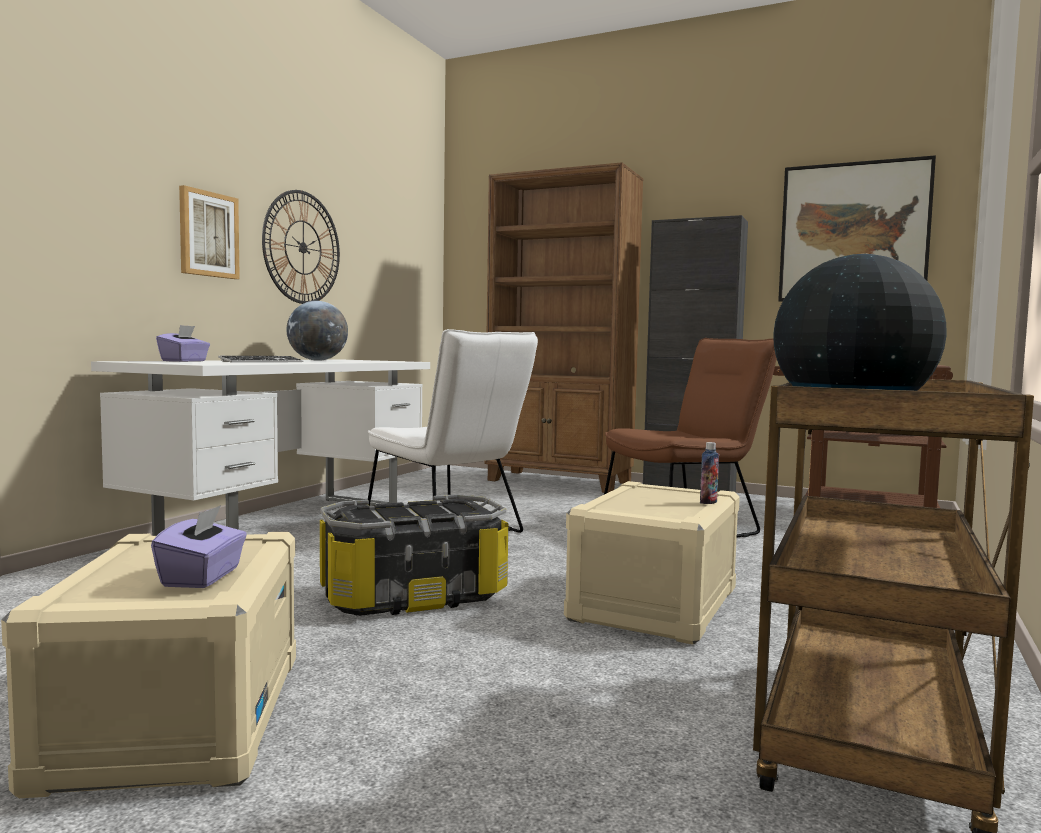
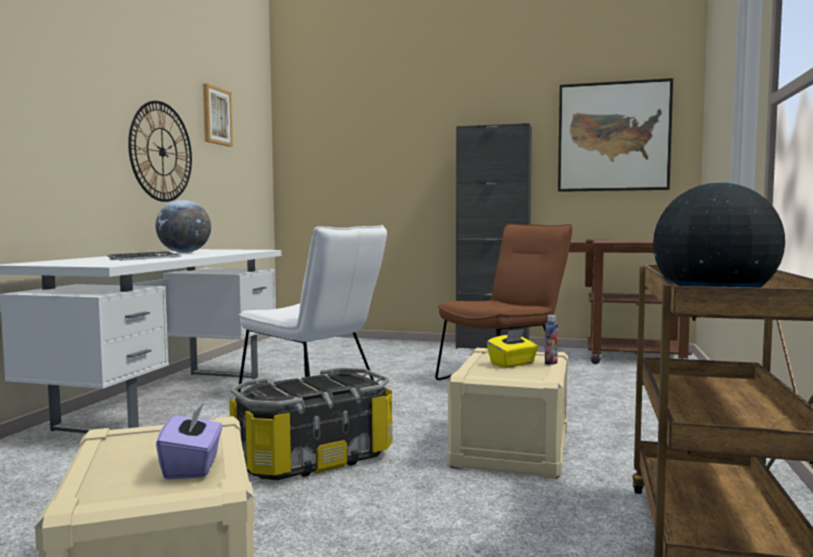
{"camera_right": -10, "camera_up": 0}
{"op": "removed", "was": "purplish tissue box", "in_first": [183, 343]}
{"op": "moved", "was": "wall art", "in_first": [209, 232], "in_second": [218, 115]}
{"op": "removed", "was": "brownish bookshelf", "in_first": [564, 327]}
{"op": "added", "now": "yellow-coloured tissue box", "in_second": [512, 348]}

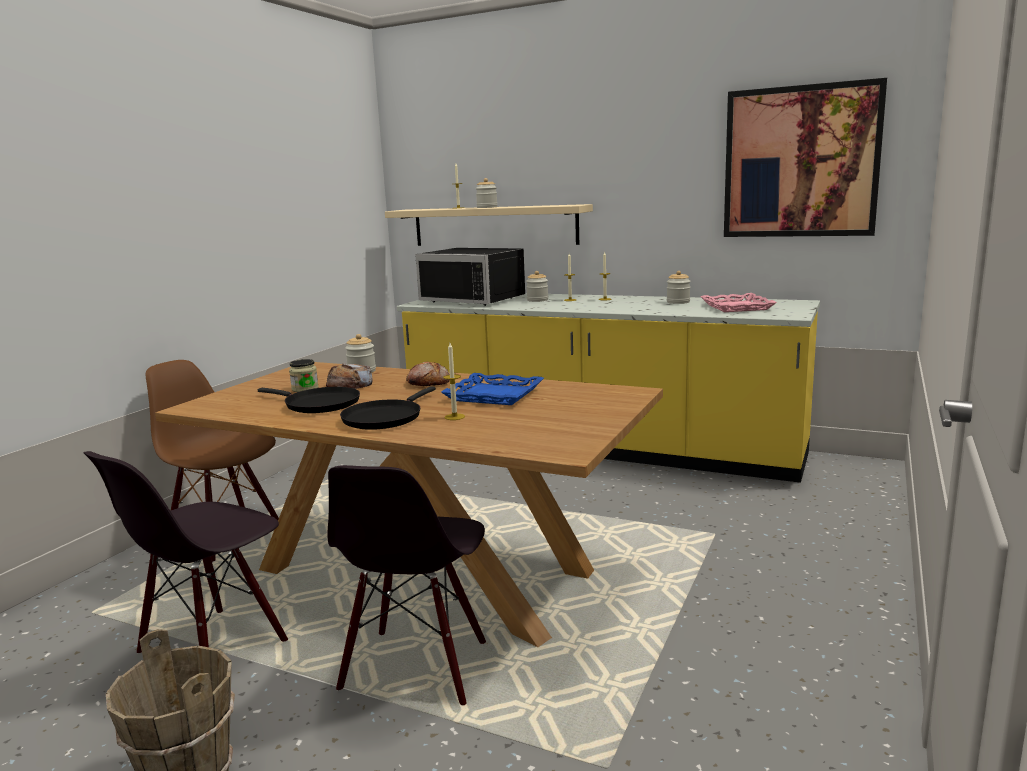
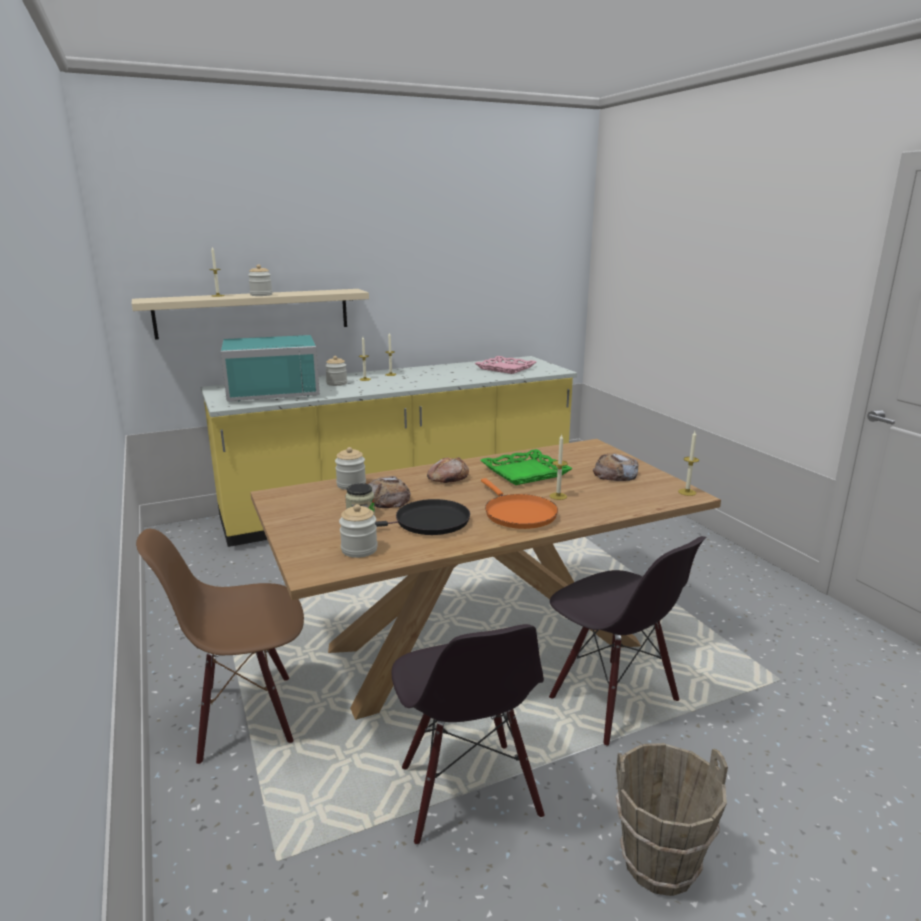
{"camera_right": -50, "camera_up": 5}
{"op": "recoloured", "was": "blackish frying pan", "now": "orange-coloured frying pan", "in_first": [388, 408], "in_second": [519, 503]}
{"op": "recoloured", "was": "blackish kitchen microwave", "now": "turquoise-coloured kitchen microwave", "in_first": [470, 277], "in_second": [270, 368]}
{"op": "recoloured", "was": "blue carrying tray", "now": "greenish carrying tray", "in_first": [492, 389], "in_second": [527, 467]}
{"op": "moved", "was": "storage jar", "in_first": [679, 287], "in_second": [358, 531]}
{"op": "removed", "was": "wall art", "in_first": [805, 157]}
{"op": "added", "now": "baked bread", "in_second": [616, 467]}
{"op": "added", "now": "wax light", "in_second": [688, 463]}

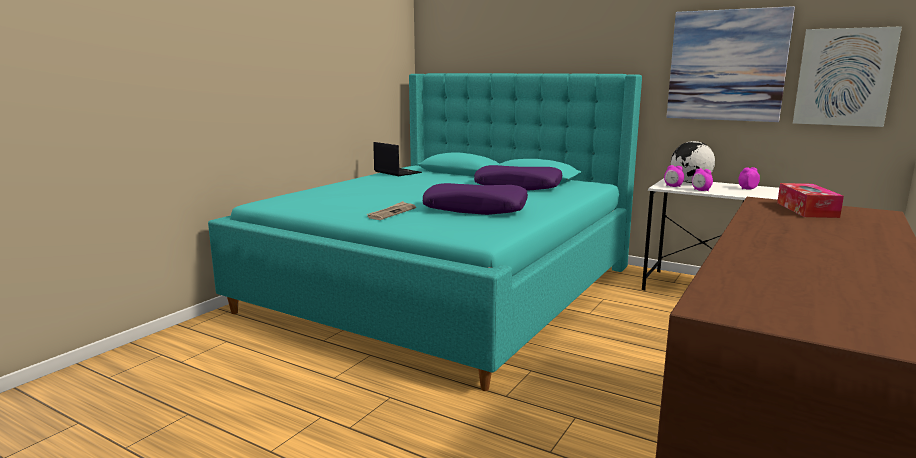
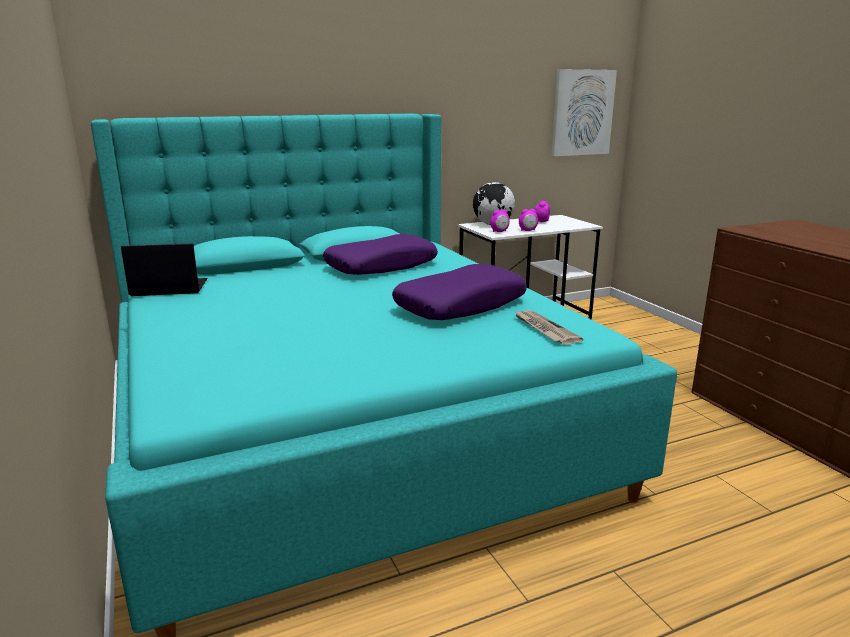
{"camera_right": -55, "camera_up": 5}
{"op": "moved", "was": "daily paper", "in_first": [391, 210], "in_second": [549, 328]}
{"op": "removed", "was": "wall art", "in_first": [731, 64]}
{"op": "removed", "was": "tissue box", "in_first": [810, 200]}

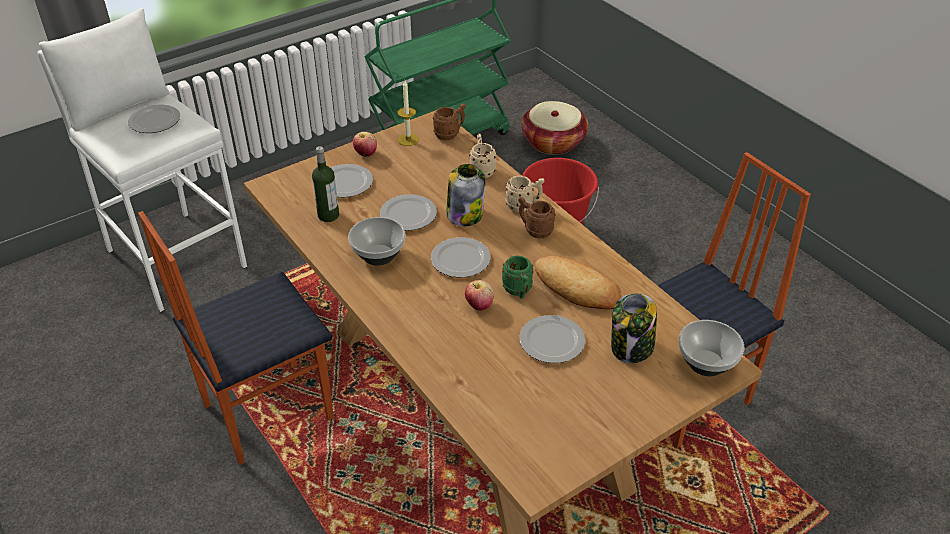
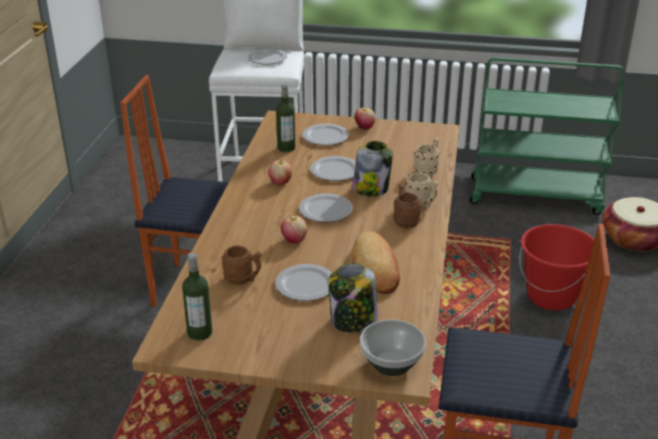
{"camera_right": 45, "camera_up": -10}
{"op": "replaced", "was": "bowl", "now": "apple fruit", "in_first": [376, 241], "in_second": [280, 172]}
{"op": "removed", "was": "wax light", "in_first": [408, 113]}
{"op": "moved", "was": "brownish mug", "in_first": [449, 121], "in_second": [242, 265]}
{"op": "removed", "was": "greenish mug", "in_first": [517, 277]}
{"op": "added", "now": "beverage bottle", "in_second": [197, 296]}

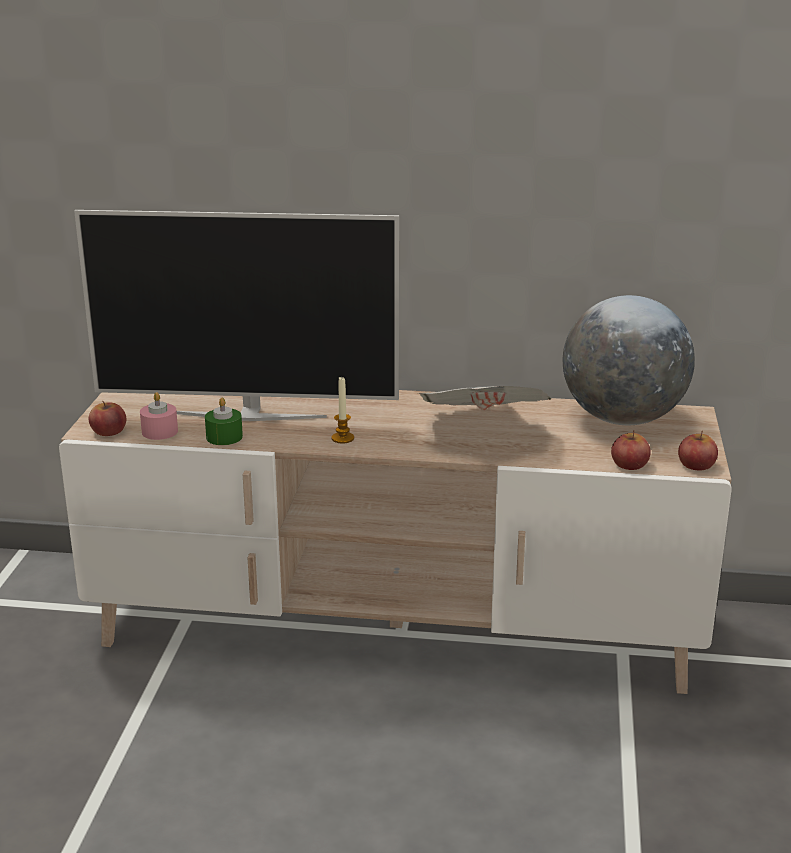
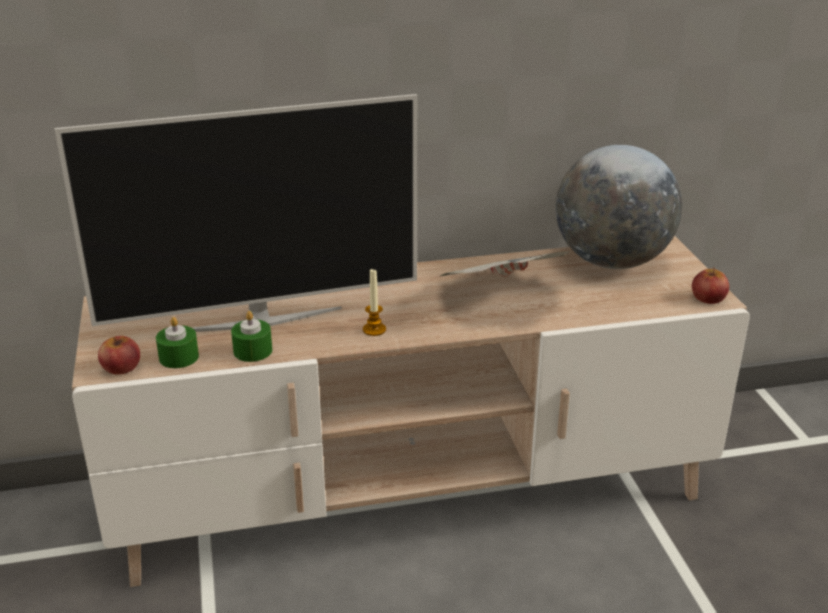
{"camera_right": -20, "camera_up": 5}
{"op": "recoloured", "was": "pink wax light", "now": "greenish wax light", "in_first": [159, 416], "in_second": [177, 342]}
{"op": "removed", "was": "apple fruit", "in_first": [631, 450]}

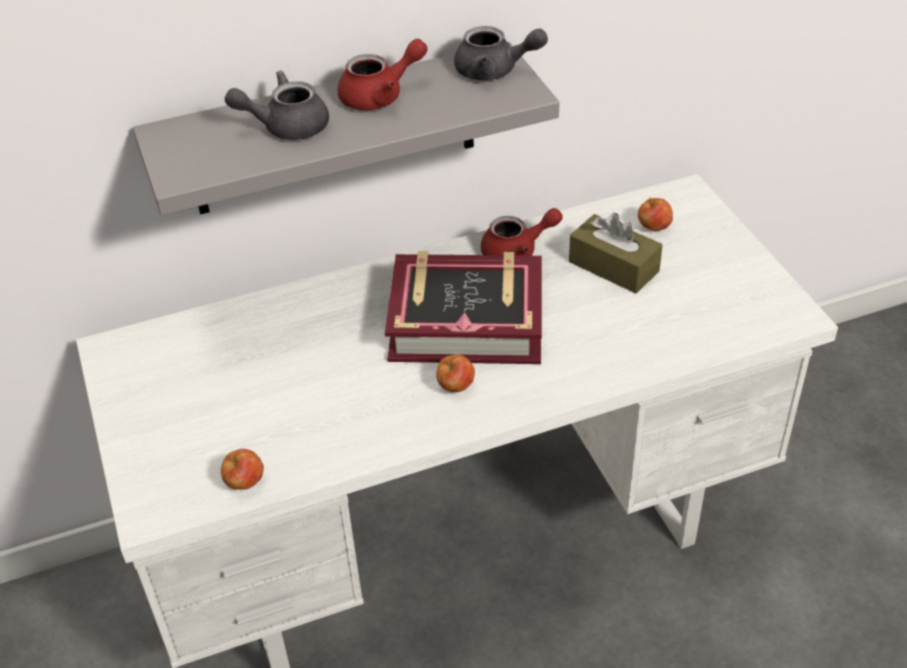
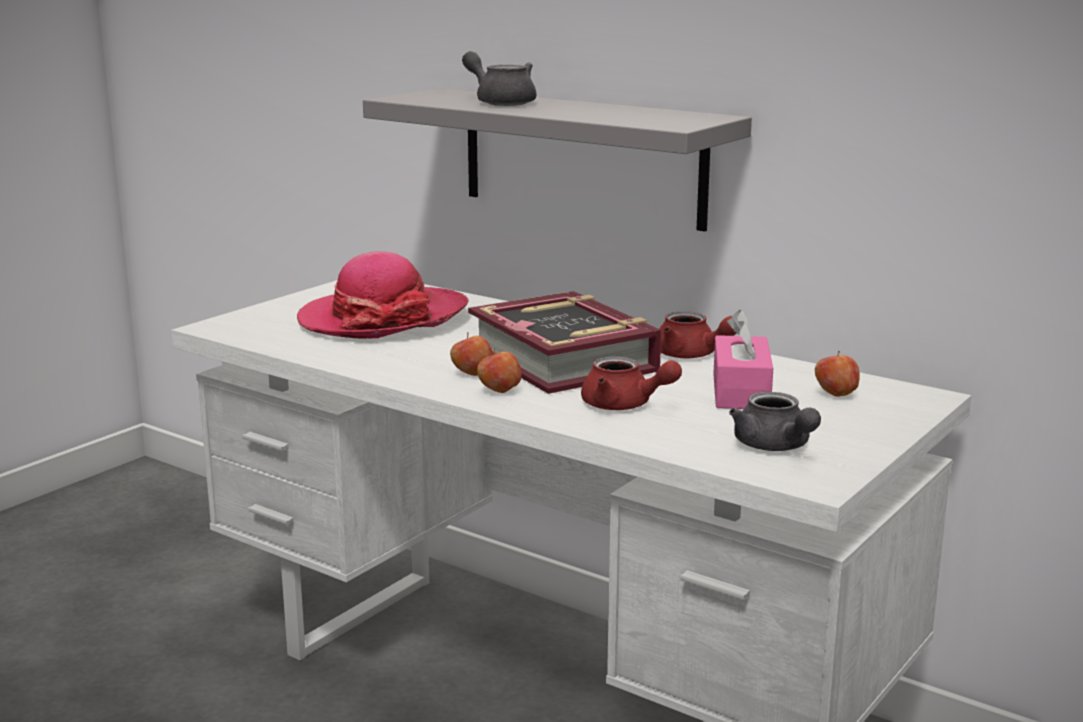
{"camera_right": 55, "camera_up": -25}
{"op": "moved", "was": "apple fruit", "in_first": [242, 469], "in_second": [499, 370]}
{"op": "moved", "was": "reddish tea pot", "in_first": [382, 74], "in_second": [631, 383]}
{"op": "moved", "was": "gray tea pot", "in_first": [501, 53], "in_second": [775, 421]}
{"op": "recoloured", "was": "brownish tissue box", "now": "pink tissue box", "in_first": [616, 253], "in_second": [743, 359]}
{"op": "added", "now": "clothing hat", "in_second": [383, 295]}

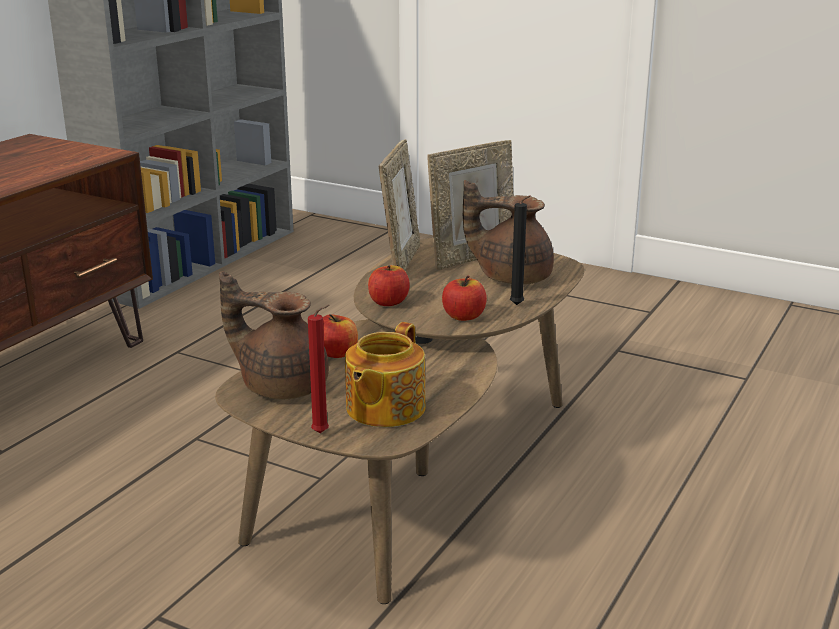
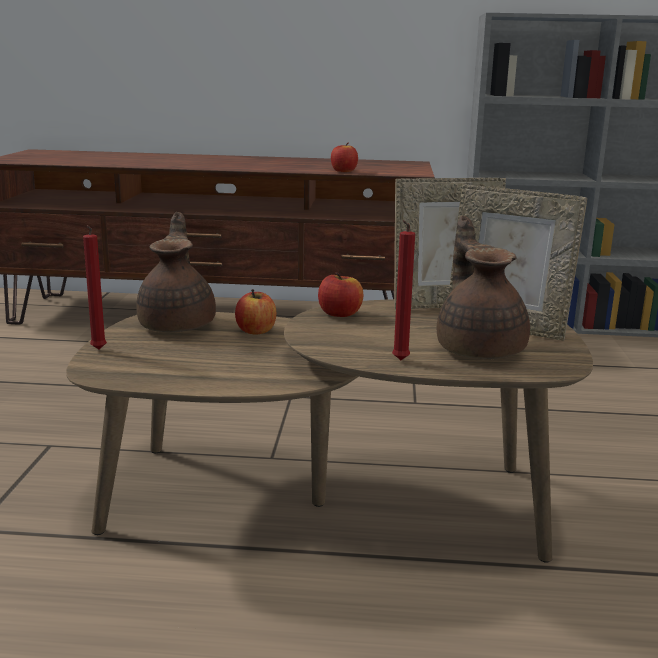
{"camera_right": 65, "camera_up": -5}
{"op": "removed", "was": "tea pot", "in_first": [385, 374]}
{"op": "moved", "was": "apple fruit", "in_first": [464, 298], "in_second": [344, 157]}
{"op": "recoloured", "was": "blackish wax light", "now": "reddish wax light", "in_first": [520, 250], "in_second": [403, 290]}

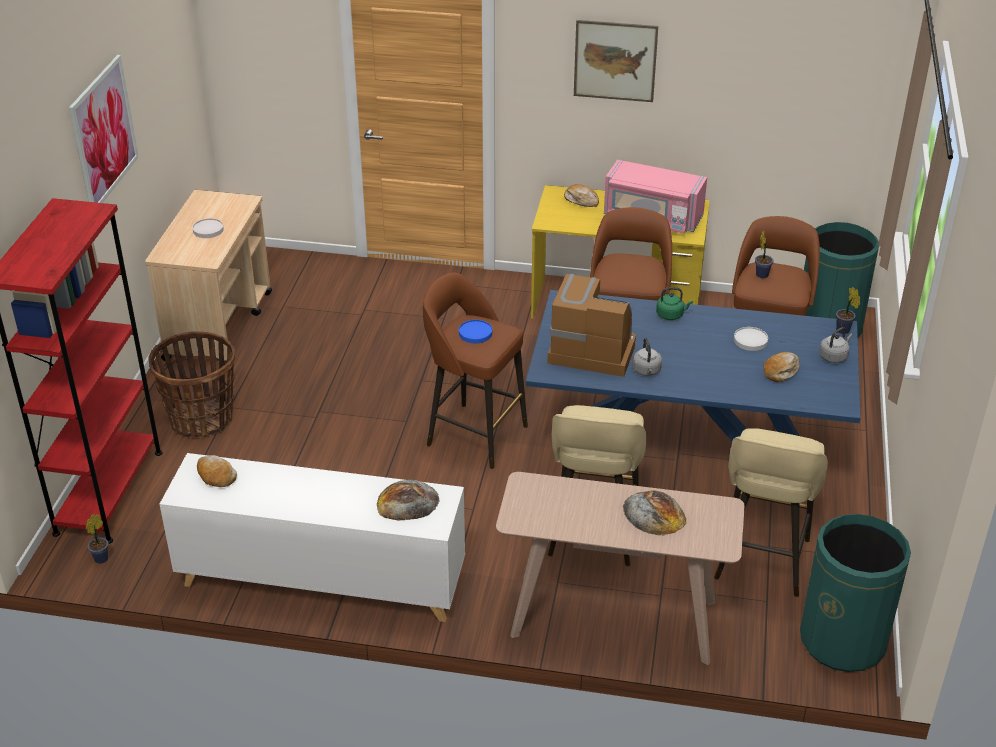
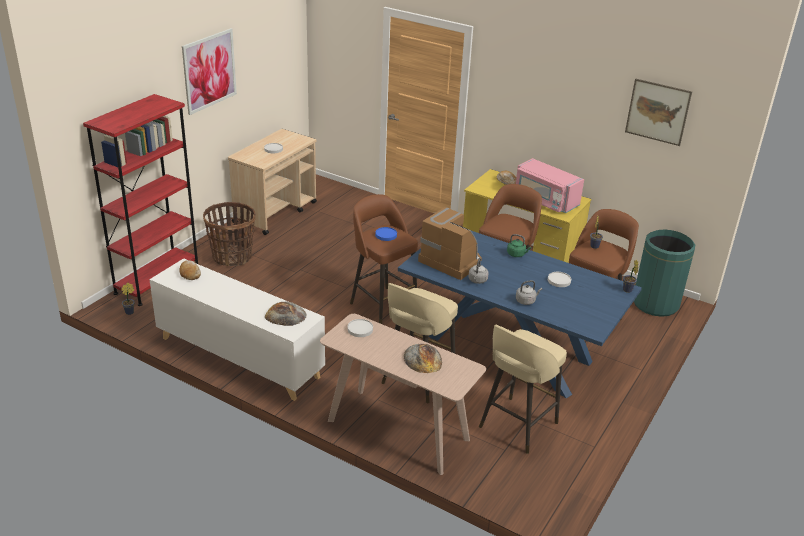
{"camera_right": 20, "camera_up": -5}
{"op": "moved", "was": "wall art", "in_first": [616, 61], "in_second": [658, 112]}
{"op": "removed", "was": "baked bread", "in_first": [781, 367]}
{"op": "removed", "was": "greenish waste bin", "in_first": [855, 593]}
{"op": "moved", "was": "gray tea kettle", "in_first": [836, 345], "in_second": [529, 292]}
{"op": "added", "now": "white plate", "in_second": [360, 328]}

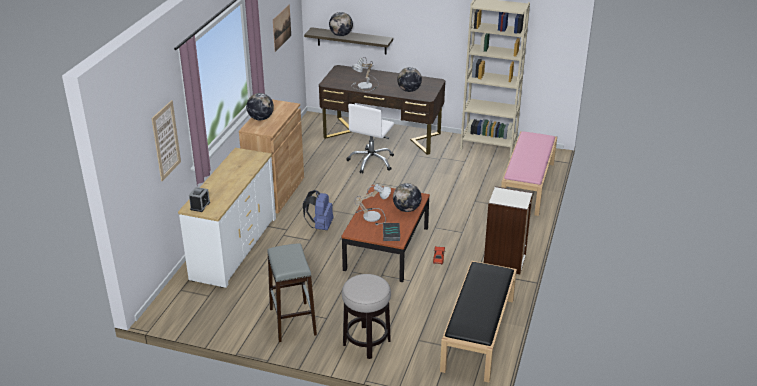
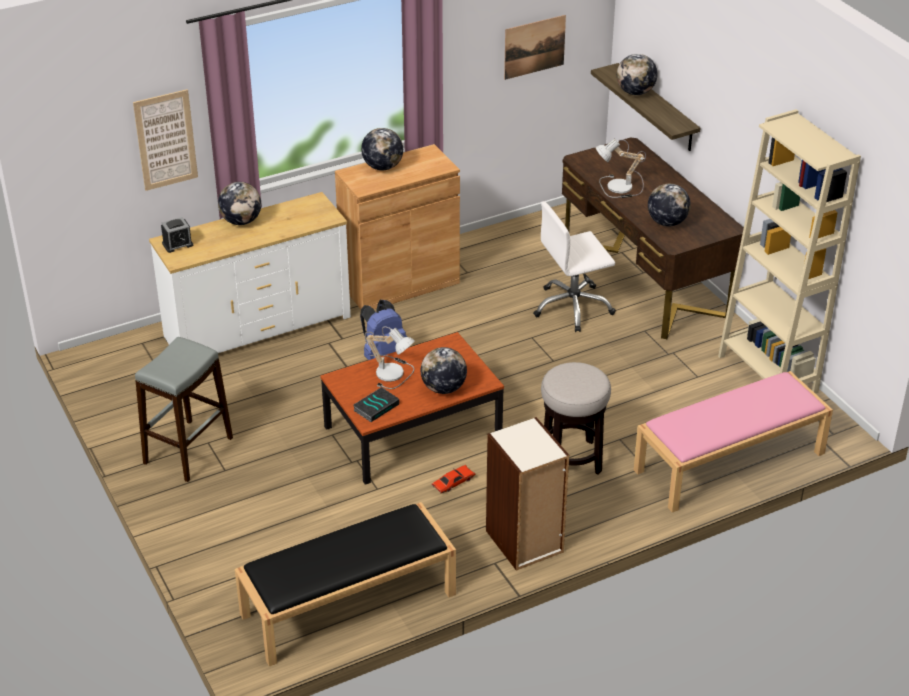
{"camera_right": 45, "camera_up": 5}
{"op": "moved", "was": "stool", "in_first": [366, 316], "in_second": [576, 418]}
{"op": "added", "now": "world globe", "in_second": [239, 203]}

